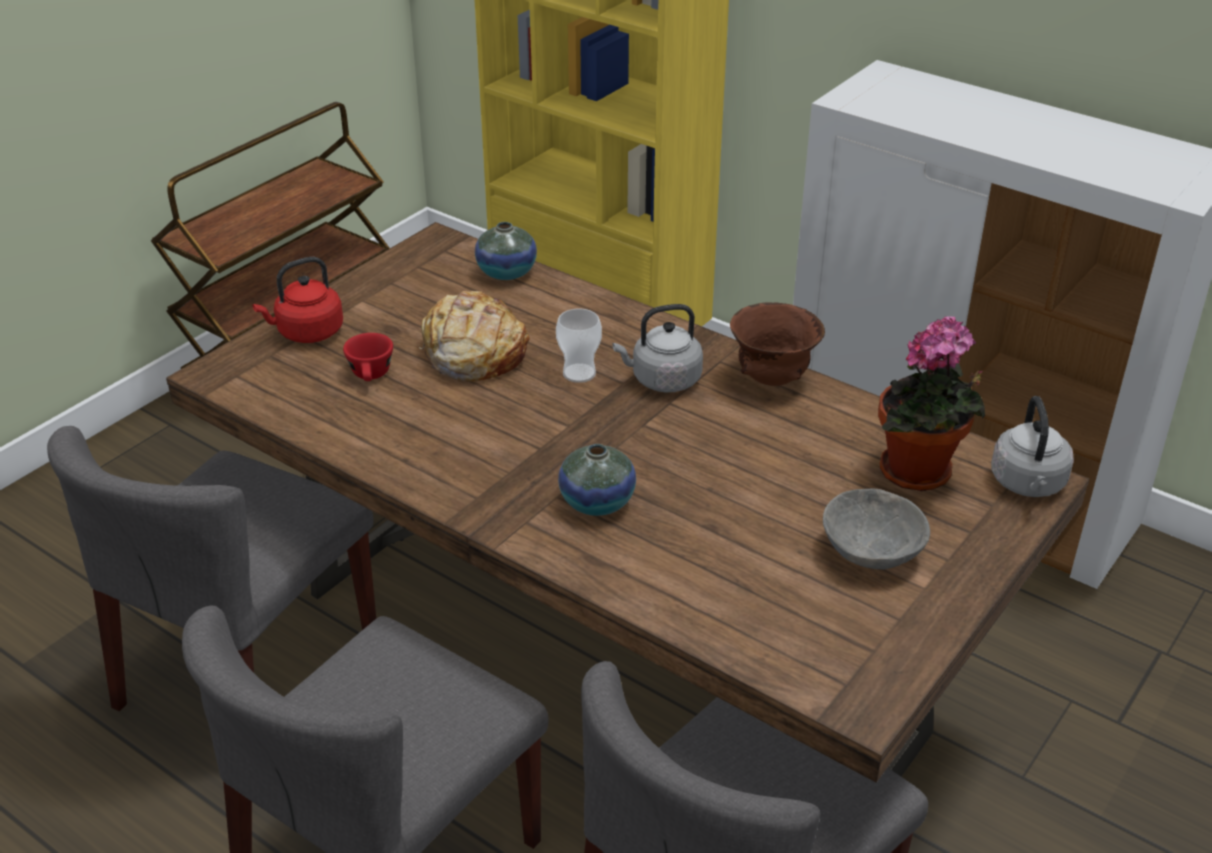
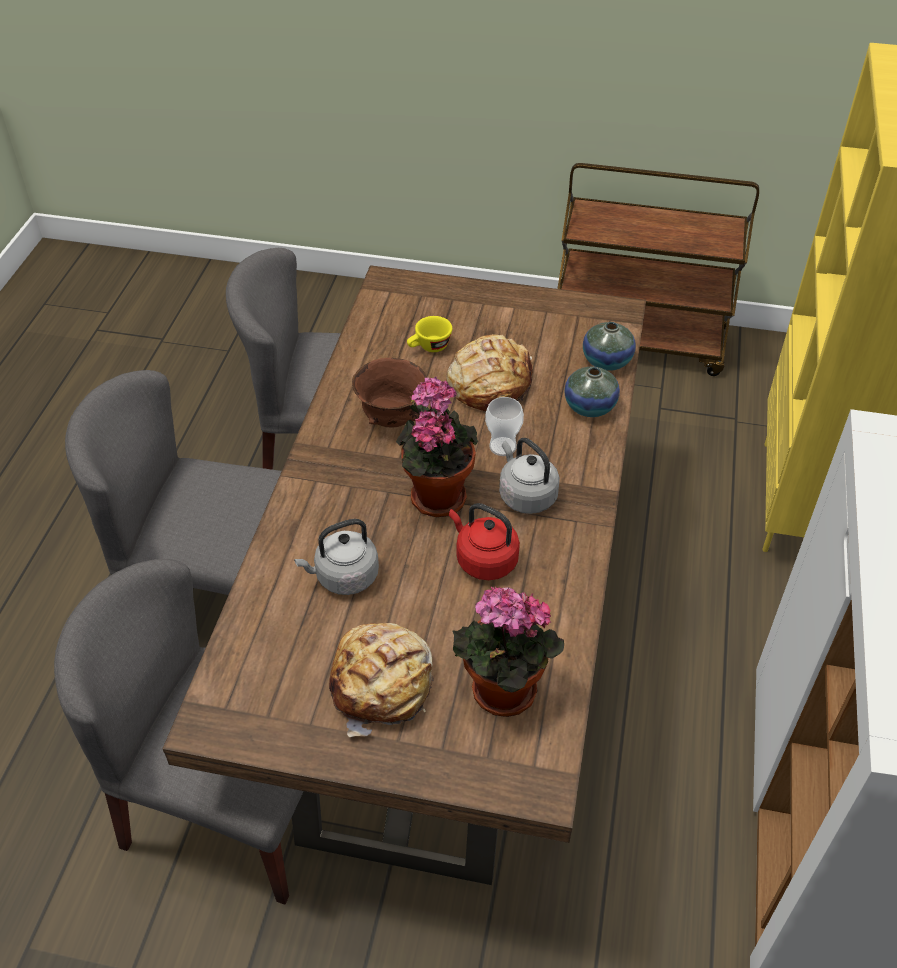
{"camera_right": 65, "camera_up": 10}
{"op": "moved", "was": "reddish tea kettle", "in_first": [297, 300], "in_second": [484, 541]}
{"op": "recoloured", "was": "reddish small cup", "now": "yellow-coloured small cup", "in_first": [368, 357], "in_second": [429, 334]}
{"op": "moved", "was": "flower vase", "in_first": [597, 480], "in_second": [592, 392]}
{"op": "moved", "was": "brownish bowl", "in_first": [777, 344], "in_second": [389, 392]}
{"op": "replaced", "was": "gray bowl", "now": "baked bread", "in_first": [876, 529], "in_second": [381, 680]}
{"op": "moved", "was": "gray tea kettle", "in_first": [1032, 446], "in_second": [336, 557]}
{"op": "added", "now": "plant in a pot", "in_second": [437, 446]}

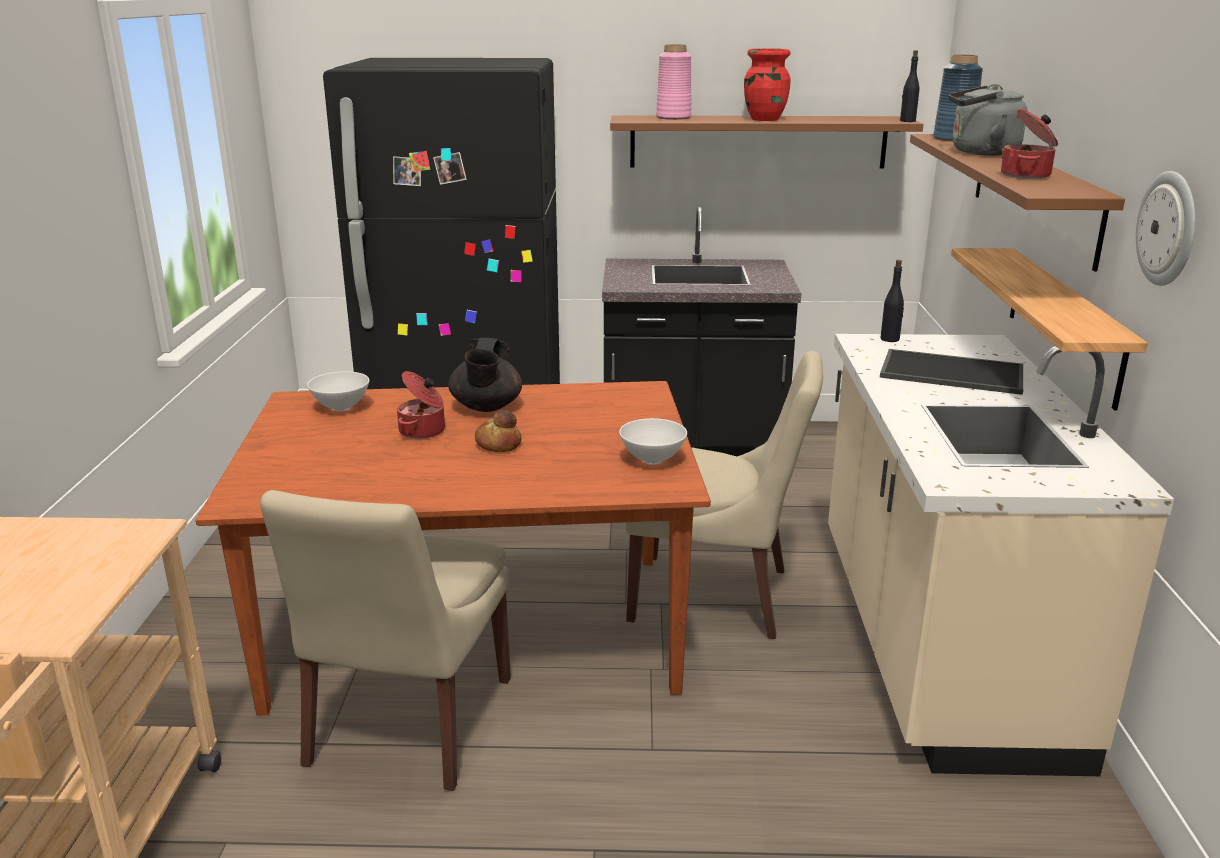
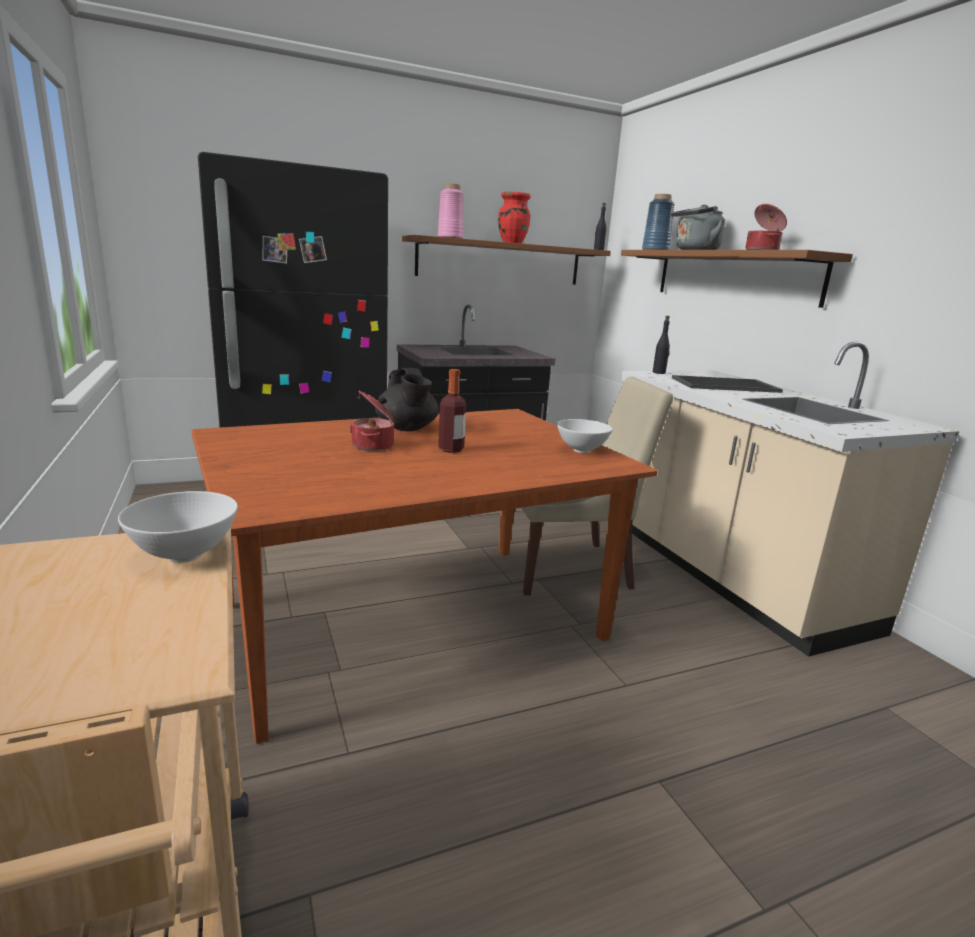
{"camera_right": -25, "camera_up": -5}
{"op": "removed", "was": "beige upright chair", "in_first": [385, 640]}
{"op": "moved", "was": "white bowl", "in_first": [338, 391], "in_second": [178, 527]}
{"op": "replaced", "was": "baked bread", "now": "beverage bottle", "in_first": [498, 431], "in_second": [452, 411]}
{"op": "removed", "was": "bracket shelf", "in_first": [1049, 329]}
{"op": "removed", "was": "hanging clock", "in_first": [1165, 228]}

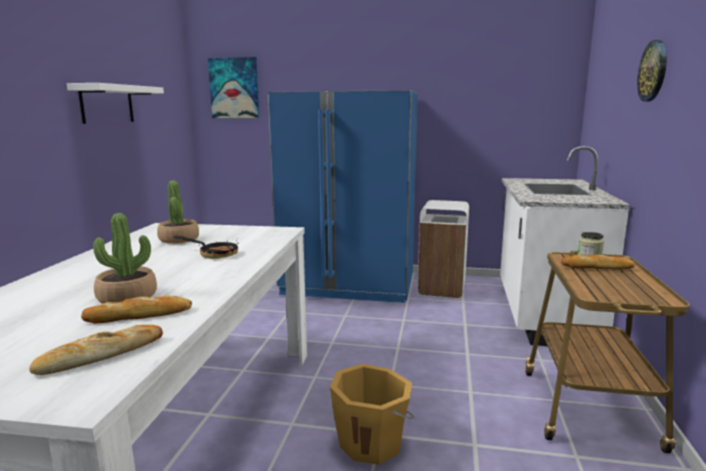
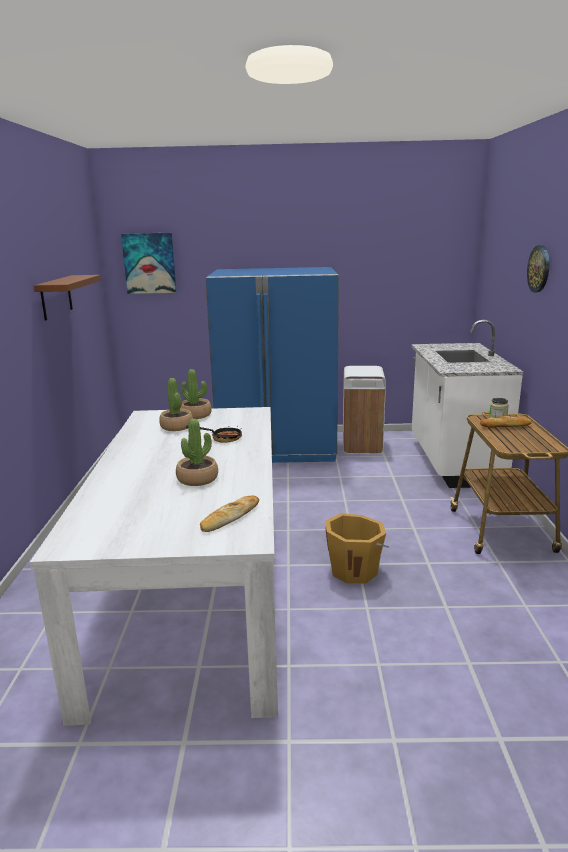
{"camera_right": -10, "camera_up": 5}
{"op": "recoloured", "was": "white bracket shelf", "now": "brownish bracket shelf", "in_first": [115, 103], "in_second": [67, 298]}
{"op": "removed", "was": "baked bread", "in_first": [136, 310]}
{"op": "added", "now": "plant in a pot", "in_second": [196, 394]}

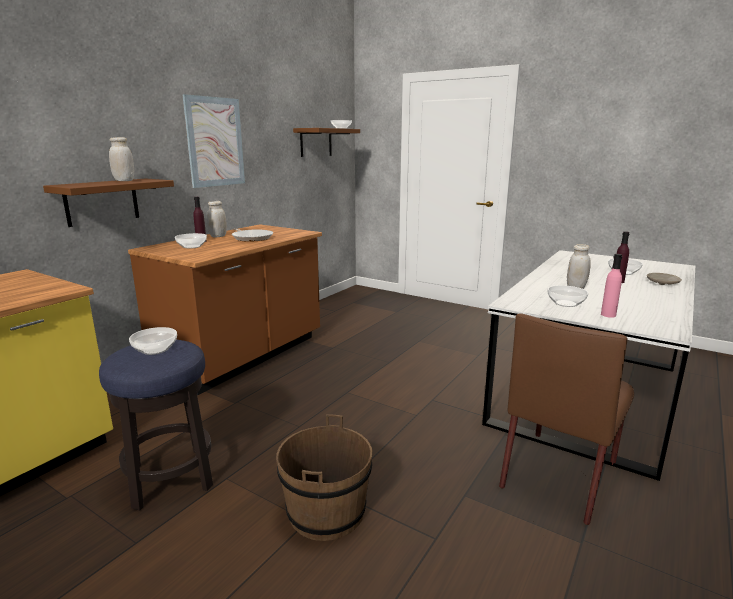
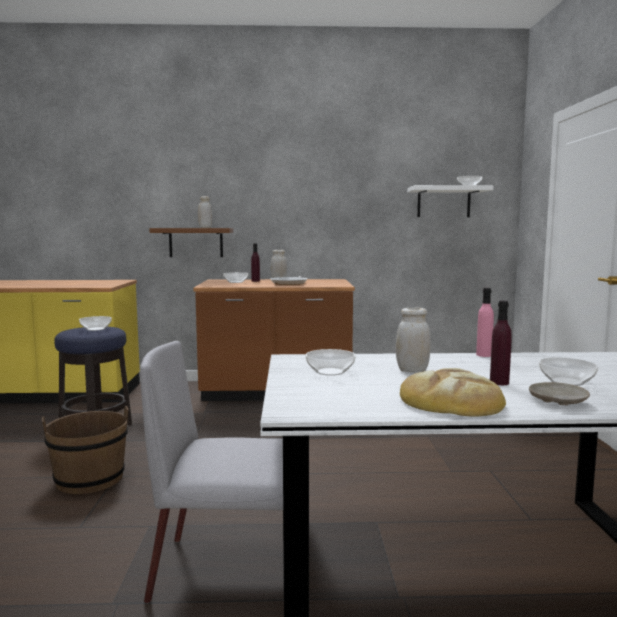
{"camera_right": 55, "camera_up": -10}
{"op": "removed", "was": "wall art", "in_first": [213, 141]}
{"op": "recoloured", "was": "brownish bracket shelf", "now": "white bracket shelf", "in_first": [326, 142], "in_second": [450, 201]}
{"op": "recoloured", "was": "brownish upright chair", "now": "gray upright chair", "in_first": [566, 419], "in_second": [211, 472]}
{"op": "moved", "was": "pink beverage bottle", "in_first": [611, 286], "in_second": [485, 322]}
{"op": "added", "now": "baked bread", "in_second": [453, 392]}

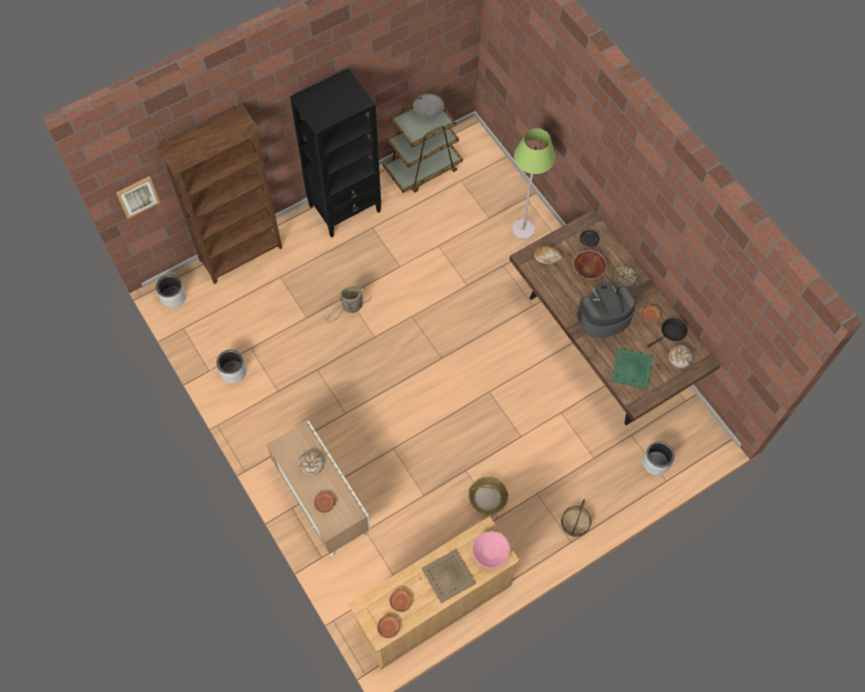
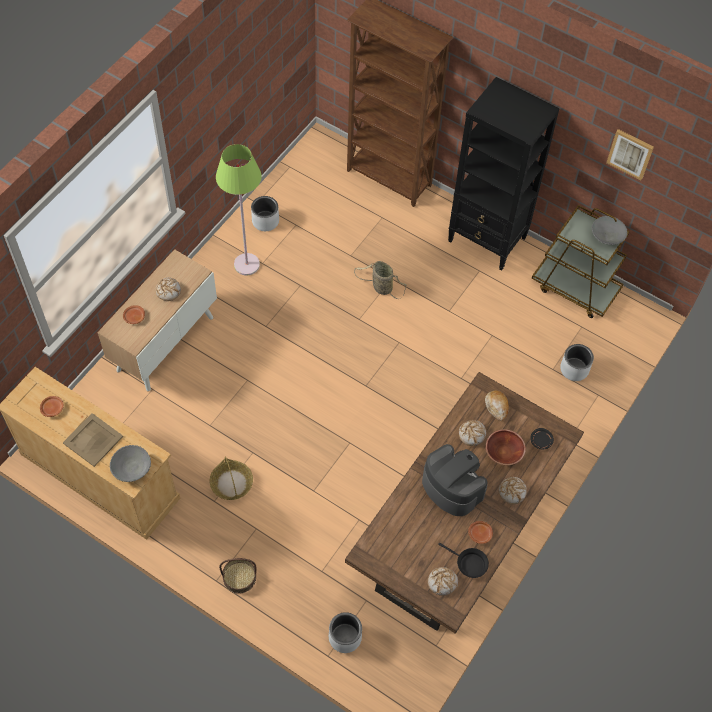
{"camera_right": 65, "camera_up": -5}
{"op": "moved", "was": "wall art", "in_first": [138, 197], "in_second": [630, 154]}
{"op": "moved", "was": "gray planter", "in_first": [171, 291], "in_second": [577, 362]}
{"op": "removed", "was": "brownish plate", "in_first": [388, 626]}
{"op": "recoloured", "was": "pink bowl", "now": "gray bowl", "in_first": [491, 550], "in_second": [130, 463]}
{"op": "moved", "was": "greenish standard lamp", "in_first": [533, 184], "in_second": [239, 209]}
{"op": "removed", "was": "greenish carrying tray", "in_first": [632, 368]}
{"op": "added", "now": "baked bread", "in_second": [472, 433]}

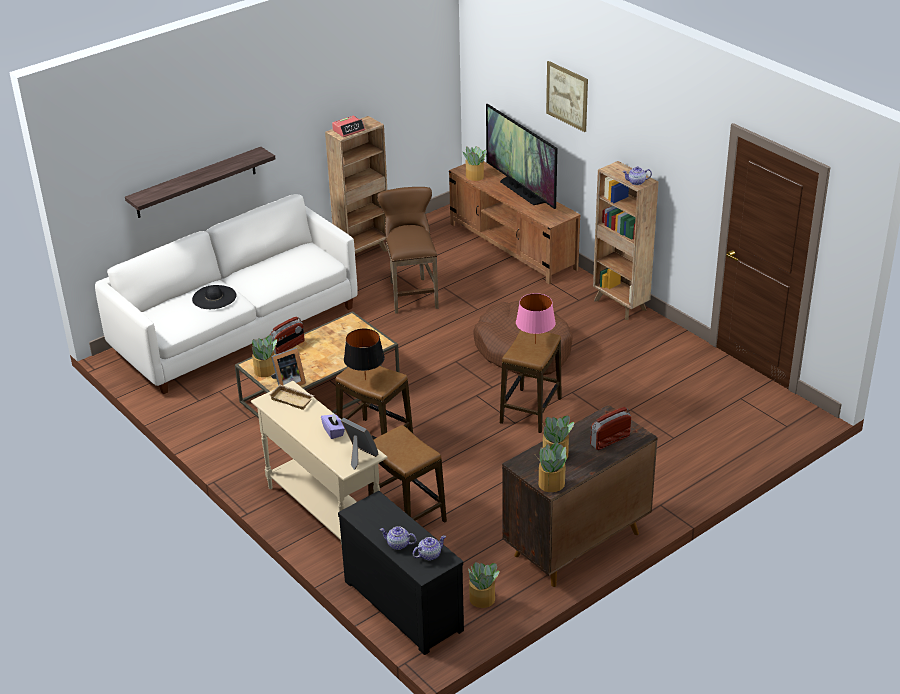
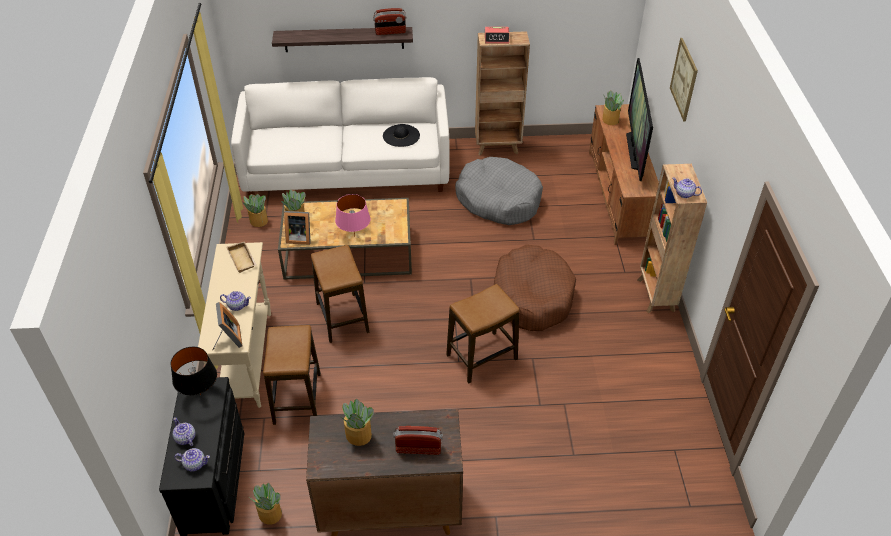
{"camera_right": 35, "camera_up": 10}
{"op": "moved", "was": "blackish clothing hat", "in_first": [214, 297], "in_second": [401, 135]}
{"op": "moved", "was": "radio receiver", "in_first": [287, 335], "in_second": [389, 21]}
{"op": "replaced", "was": "purplish tissue box", "now": "tea pot", "in_first": [333, 425], "in_second": [235, 301]}
{"op": "moved", "was": "blackish lamp for a table", "in_first": [364, 354], "in_second": [193, 371]}
{"op": "replaced", "was": "brownish stool", "now": "gray pet bed", "in_first": [408, 250], "in_second": [499, 191]}
{"op": "moved", "was": "pink lamp for a table", "in_first": [536, 318], "in_second": [353, 215]}
{"op": "moved", "was": "plant in a pot", "in_first": [551, 467], "in_second": [255, 210]}

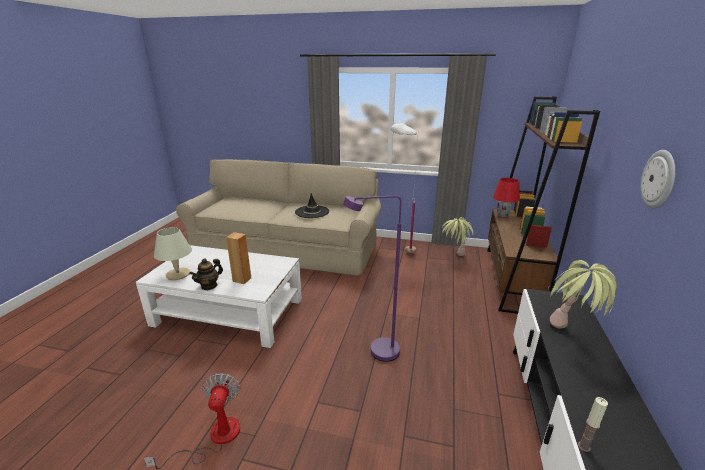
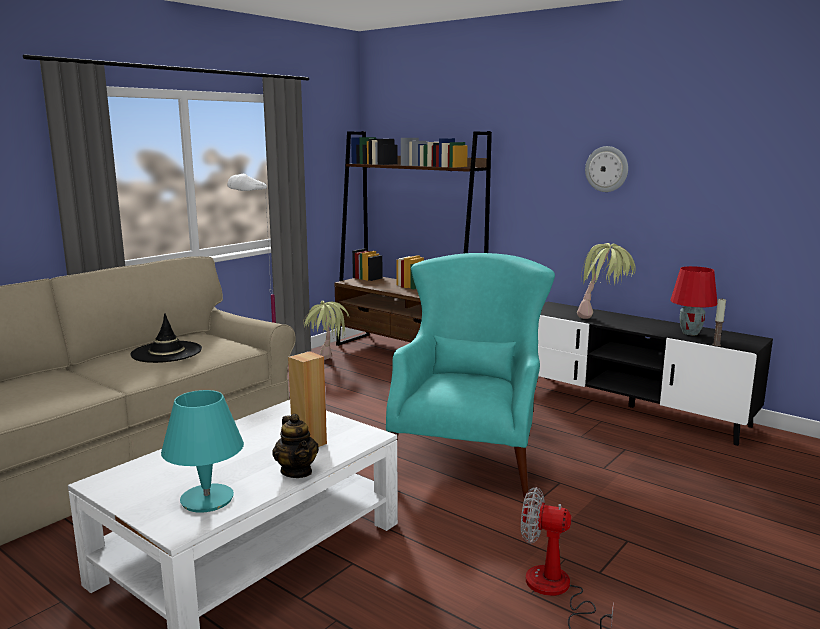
{"camera_right": -65, "camera_up": -10}
{"op": "recoloured", "was": "beige lamp for a table", "now": "turquoise-coloured lamp for a table", "in_first": [173, 253], "in_second": [202, 451]}
{"op": "replaced", "was": "purplish standard lamp", "now": "turquoise-coloured easy chair", "in_first": [372, 279], "in_second": [470, 375]}
{"op": "moved", "was": "reddish lamp for a table", "in_first": [506, 197], "in_second": [693, 300]}

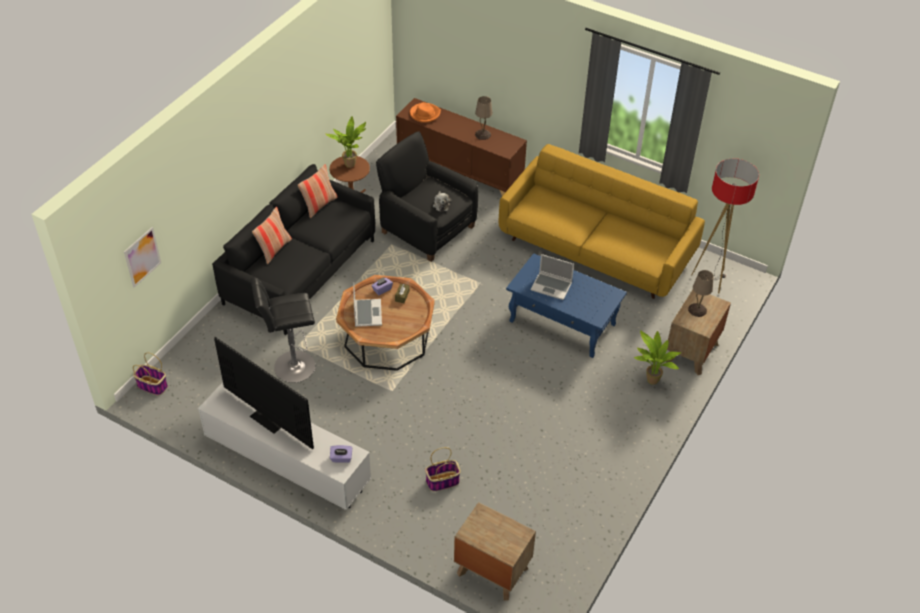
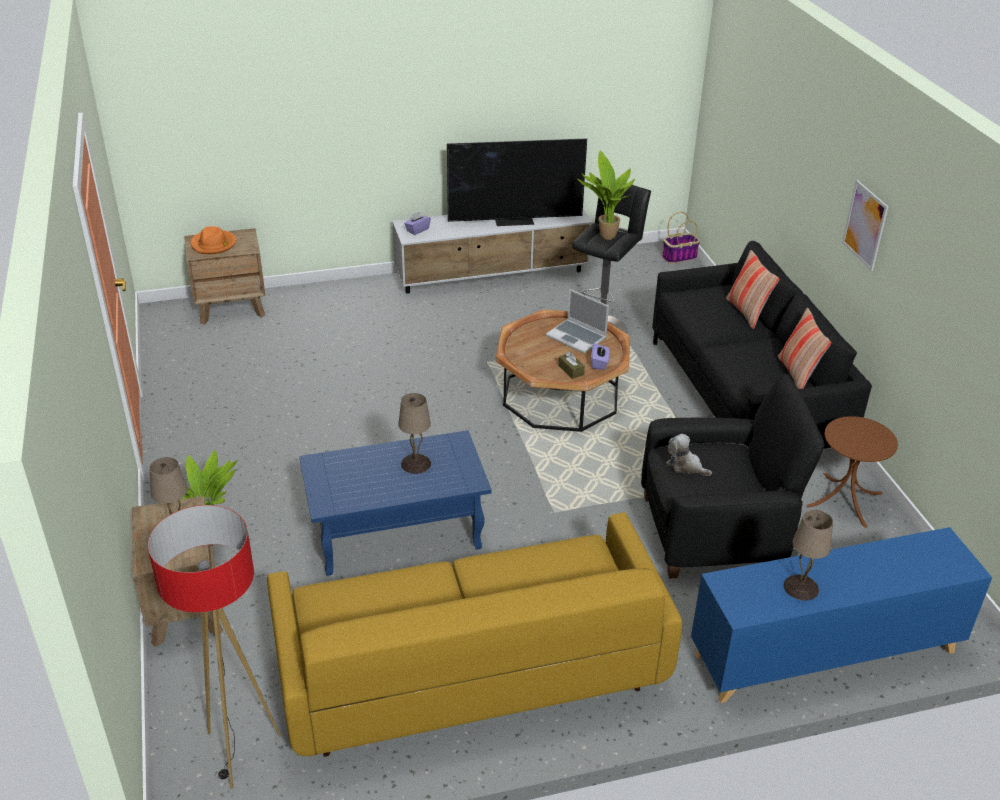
{"camera_right": 135, "camera_up": -10}
{"op": "moved", "was": "wall art", "in_first": [142, 257], "in_second": [865, 225]}
{"op": "moved", "was": "plant in a pot", "in_first": [345, 142], "in_second": [606, 195]}
{"op": "recoloured", "was": "brownish cabinet", "now": "blue cabinet", "in_first": [461, 147], "in_second": [841, 615]}
{"op": "moved", "was": "orange-coloured clothing hat", "in_first": [425, 112], "in_second": [213, 240]}
{"op": "removed", "was": "basket", "in_first": [443, 469]}
{"op": "replaced", "was": "laptop", "now": "beige lamp for a table", "in_first": [552, 277], "in_second": [414, 433]}

